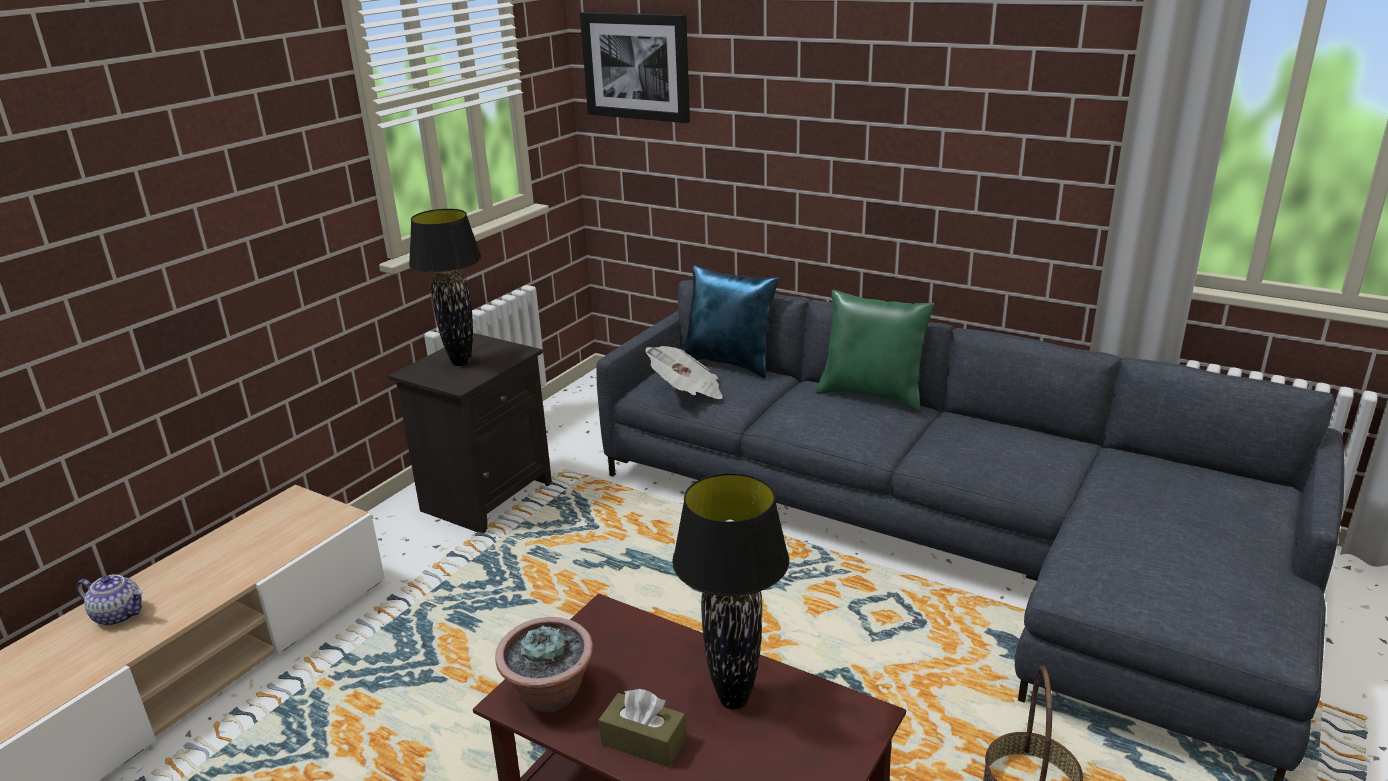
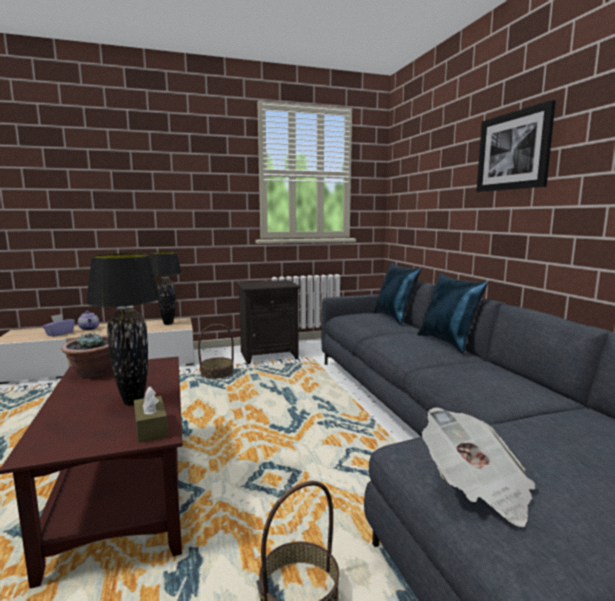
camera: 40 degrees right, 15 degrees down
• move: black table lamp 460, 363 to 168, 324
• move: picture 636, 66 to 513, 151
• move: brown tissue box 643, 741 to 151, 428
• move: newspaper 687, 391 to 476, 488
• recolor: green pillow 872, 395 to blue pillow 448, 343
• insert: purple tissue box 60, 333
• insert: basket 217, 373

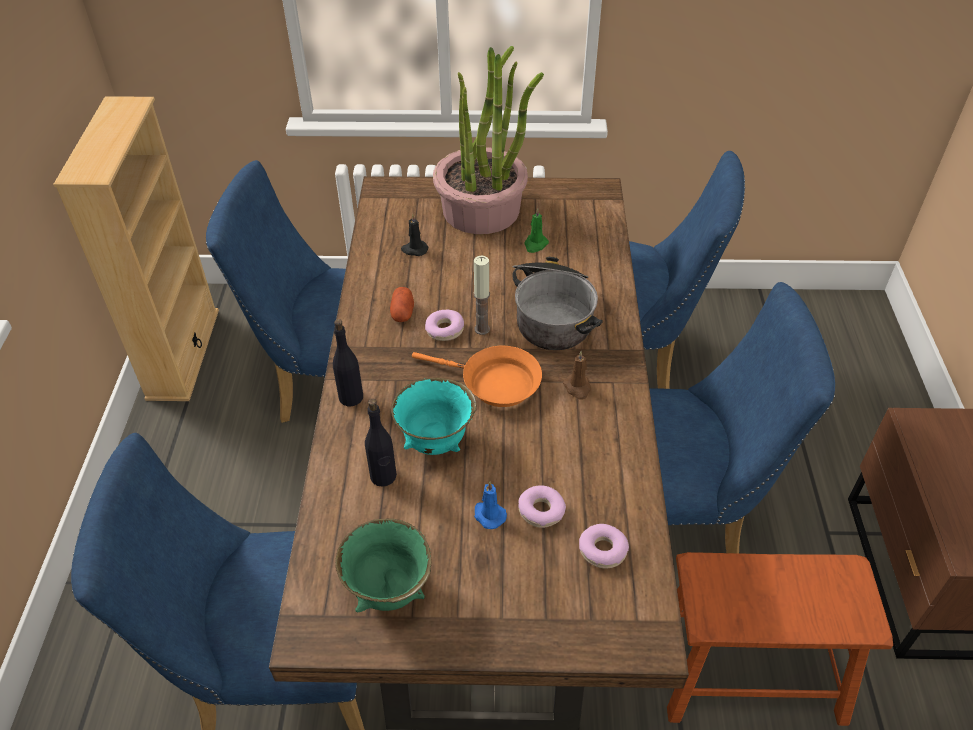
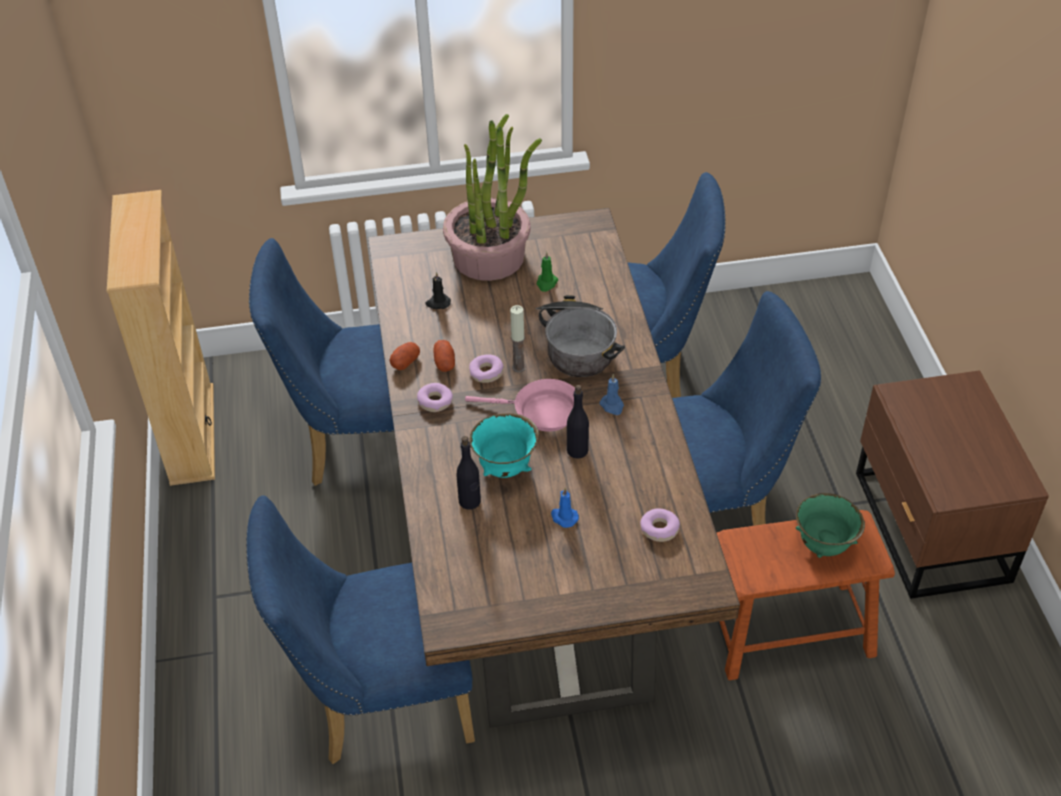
camera: 10 degrees left, 0 degrees up
• move: black bottle 351, 397 to 577, 450
• move: green bowl 388, 592 to 823, 546
• recolor: orange frying pan 494, 383 to pink frying pan 541, 412
• move: donut 541, 511 to 435, 401
• recolor: brown candle 577, 388 to blue candle 612, 406
• insert: potato 405, 362

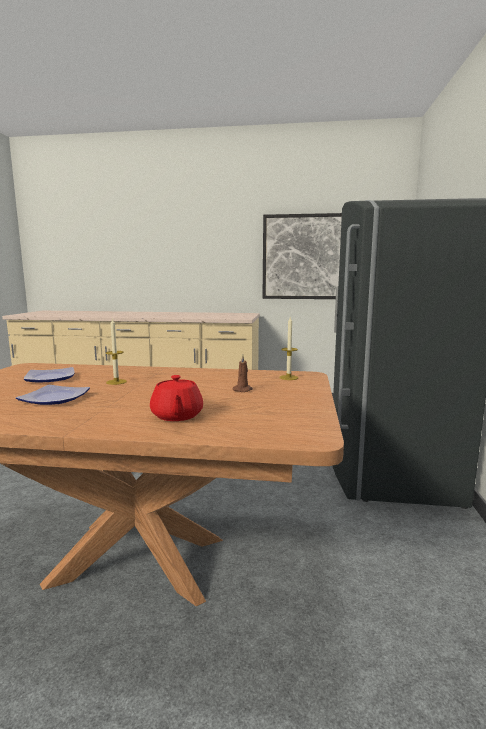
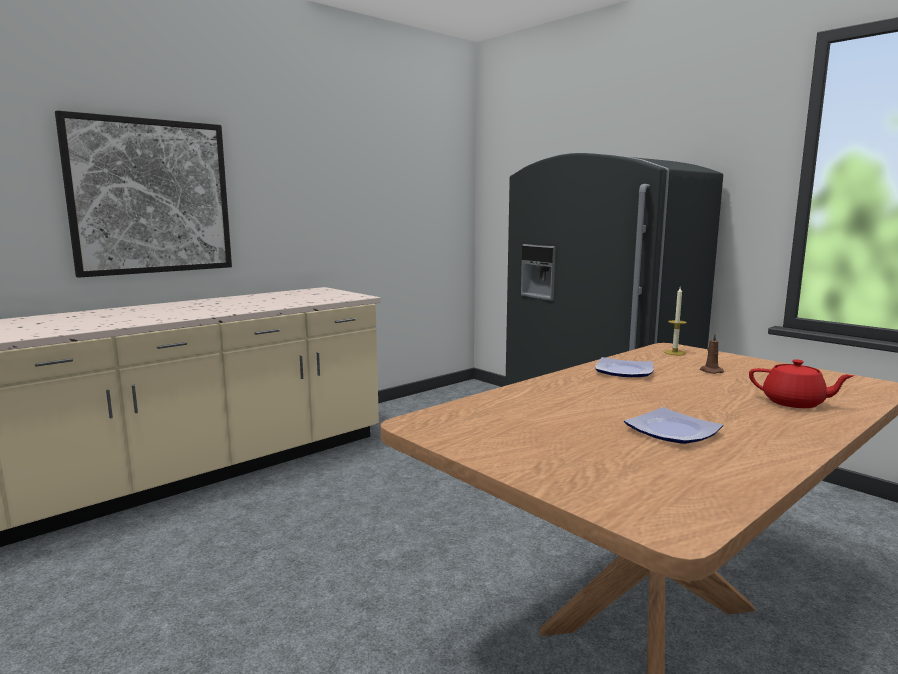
camera: 50 degrees left, 0 degrees up
• move: plate 51, 378 to 625, 371
• delete: candle 116, 382
• move: picture 304, 257 to 151, 197

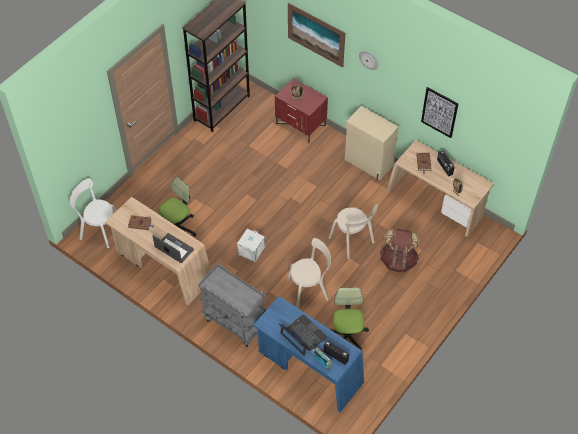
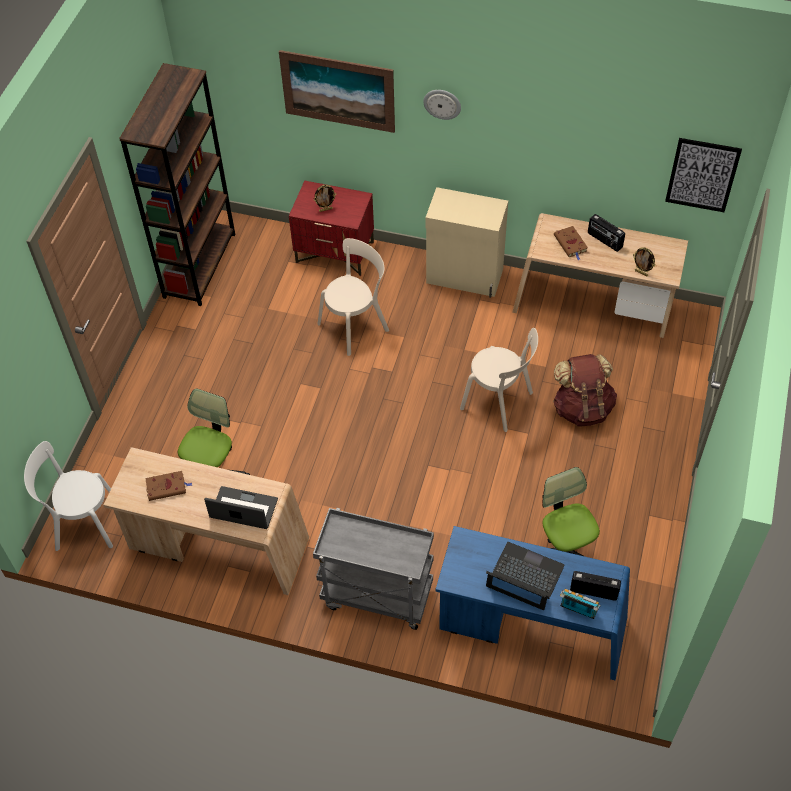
camera: 20 degrees left, 0 degrees up
• delete: white storage box 251, 251
• move: beige chair 309, 289 to 356, 325
• move: picture 439, 112 to 702, 175

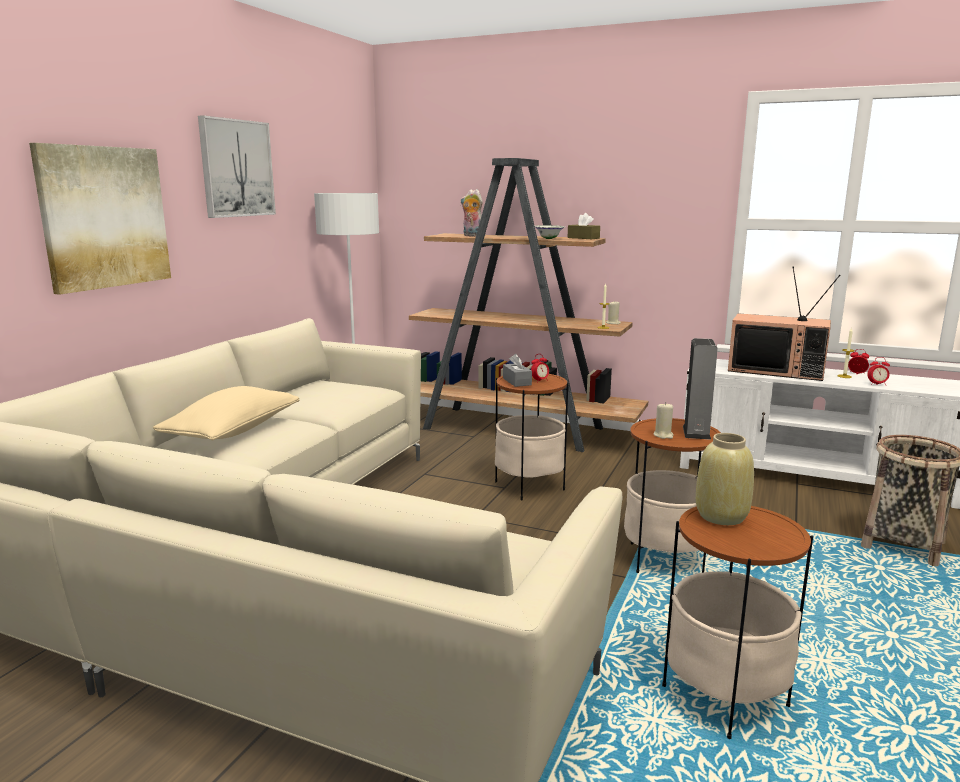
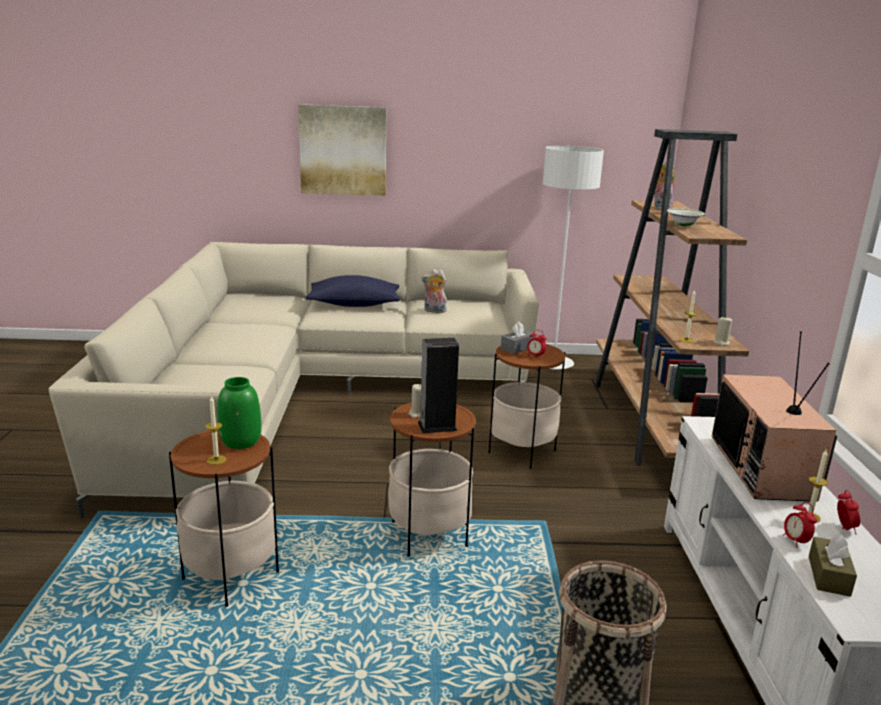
camera: 65 degrees right, 5 degrees up
• recolor: beige pillow 232, 432 to blue pillow 354, 305
• delete: picture 236, 168
• move: brown tissue box 583, 238 to 828, 576
• recolor: beige vase 721, 516 to green vase 241, 441
• insert: candle 216, 460
• insert: plush toy 434, 311

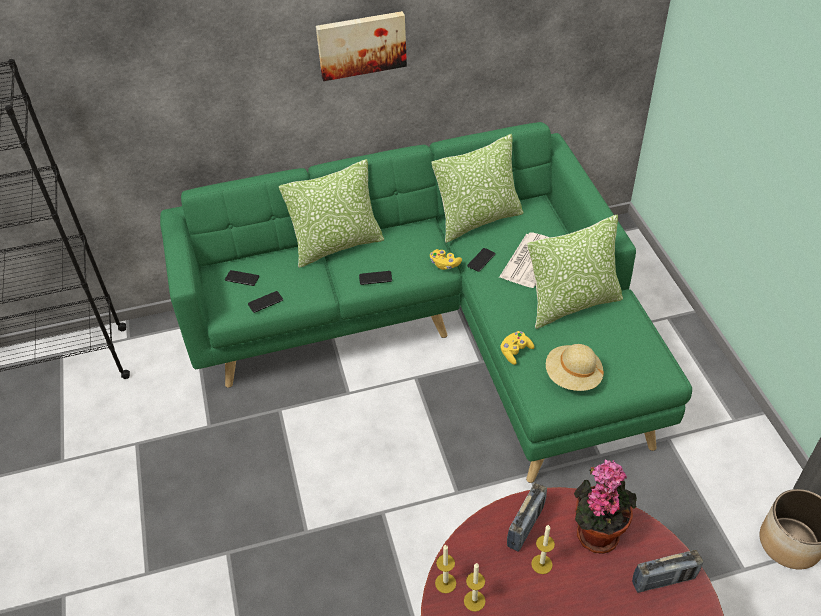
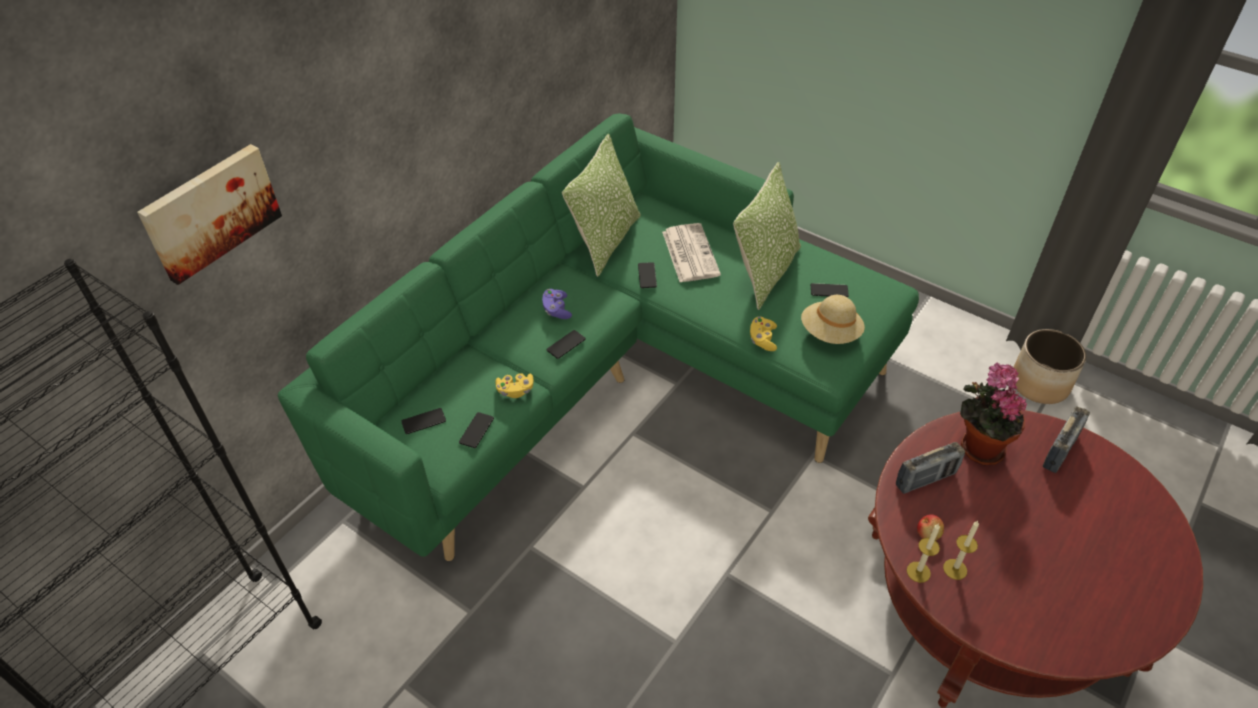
camera: 40 degrees left, 0 degrees up
• delete: pillow 337, 245
• move: picture 361, 44 to 210, 211
• move: yellow game controller 444, 264 to 515, 390
• rotate: radio 525, 526 = 925, 479 75 degrees clockwise
• delete: candle 541, 564
• insert: purple game controller 556, 310
• insert: phone 829, 291
• insert: apple 928, 533

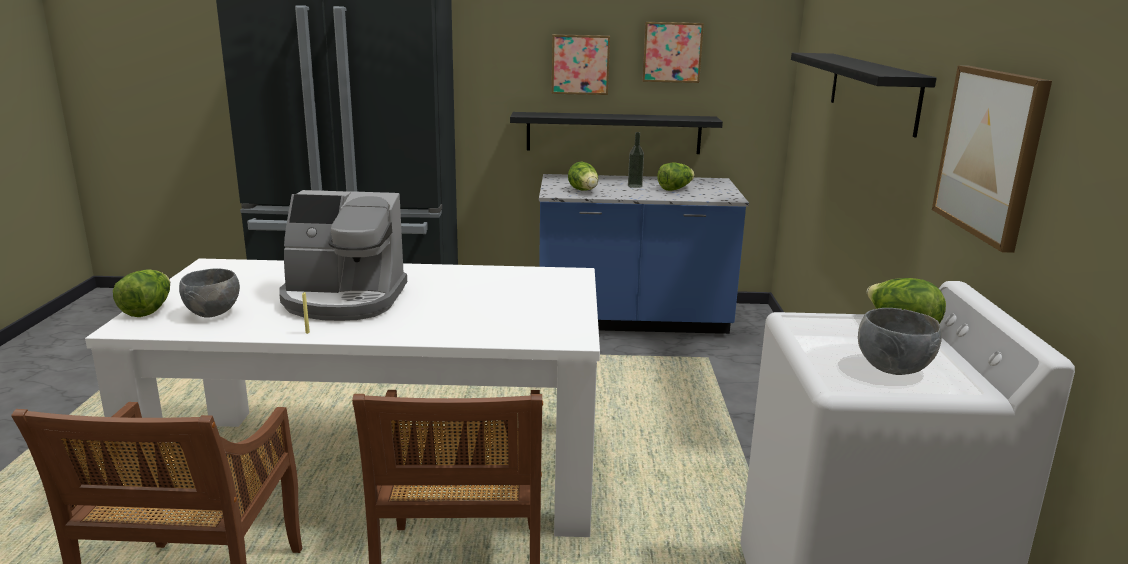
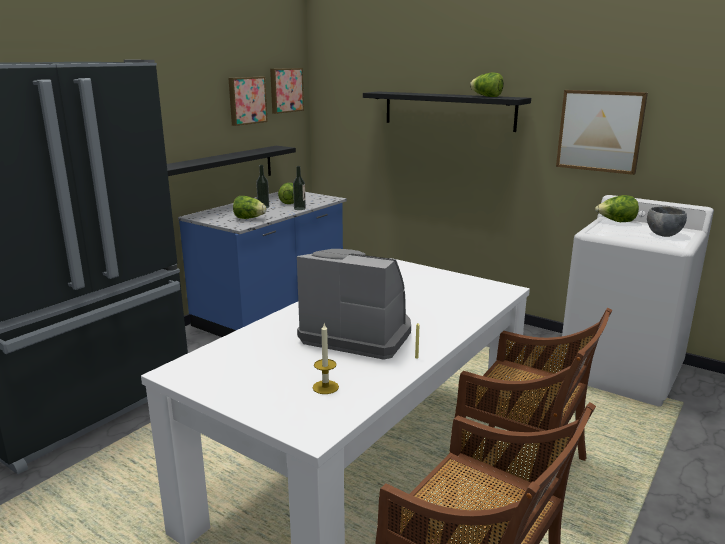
camera: 55 degrees left, 0 degrees up
• move: lettuce 148, 310 to 486, 96
• replace: grey bowl 213, 313 to candle 325, 387
• rotate: coffee machine 343, 300 = 357, 334 105 degrees counterclockwise
• move: picture 580, 64 to 285, 90
• insert: bottle 299, 208

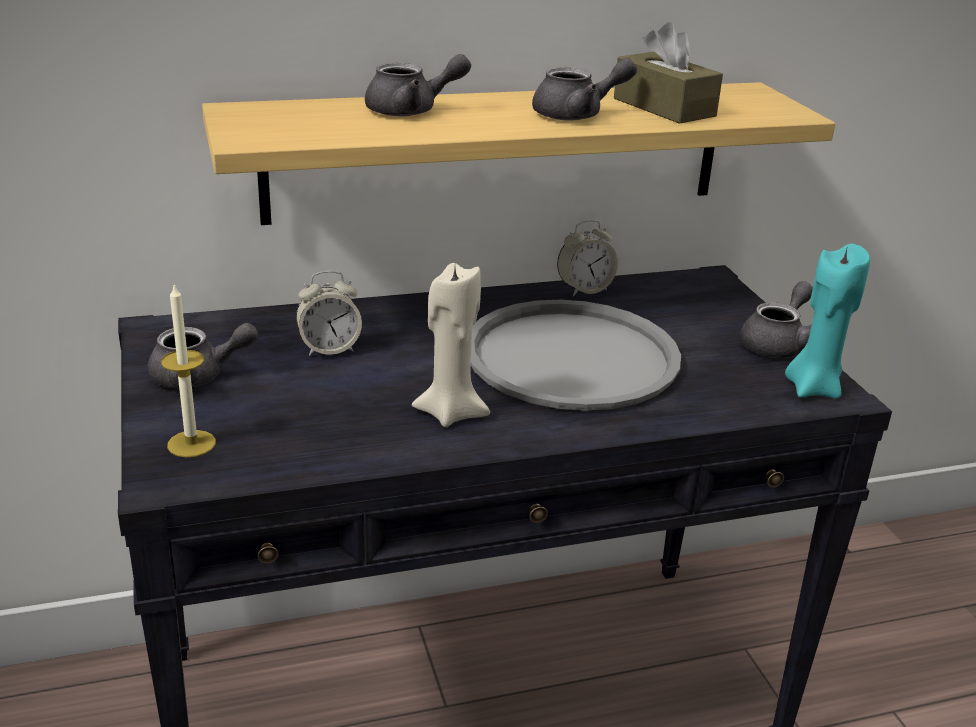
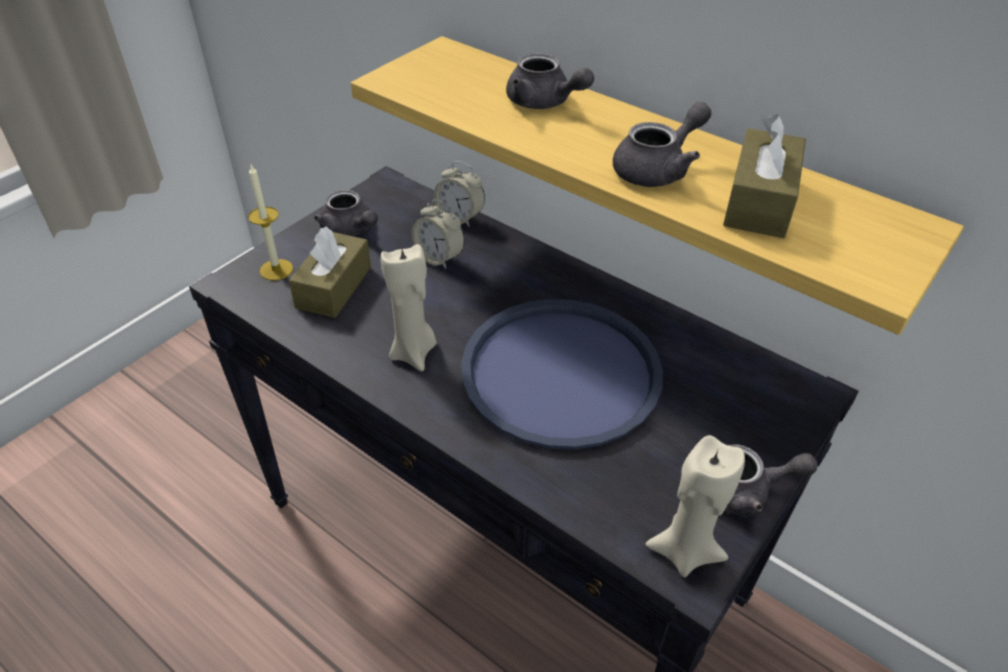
camera: 55 degrees right, 15 degrees up
• recolor: grey tray 571, 357 to blue tray 561, 373
• rotate: grey teapot 577, 114 = 658, 169 75 degrees counterclockwise
• move: alarm clock 584, 289 to 460, 218
• recolor: turquoise candle 813, 388 to beige candle 684, 550
• insert: brown tissue box 334, 287

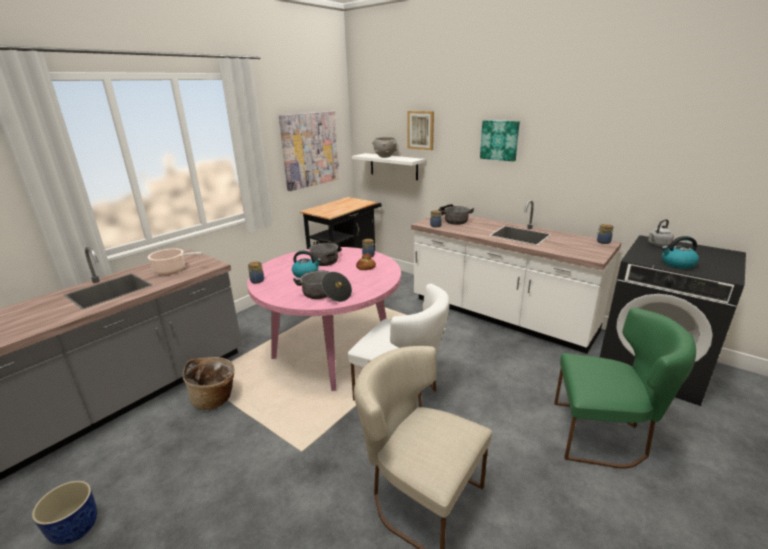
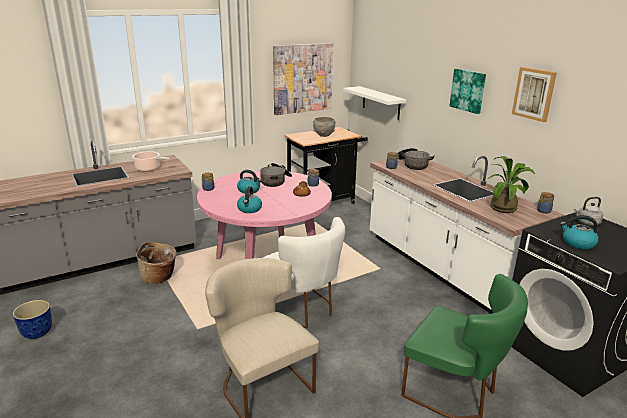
camera: 20 degrees right, 0 degrees up
• replace: cooking pot 325, 294 to kettle 249, 209
• move: grey bowl 385, 157 to 324, 135
• move: picture 421, 130 to 534, 94
• insert: potted plant 505, 208

